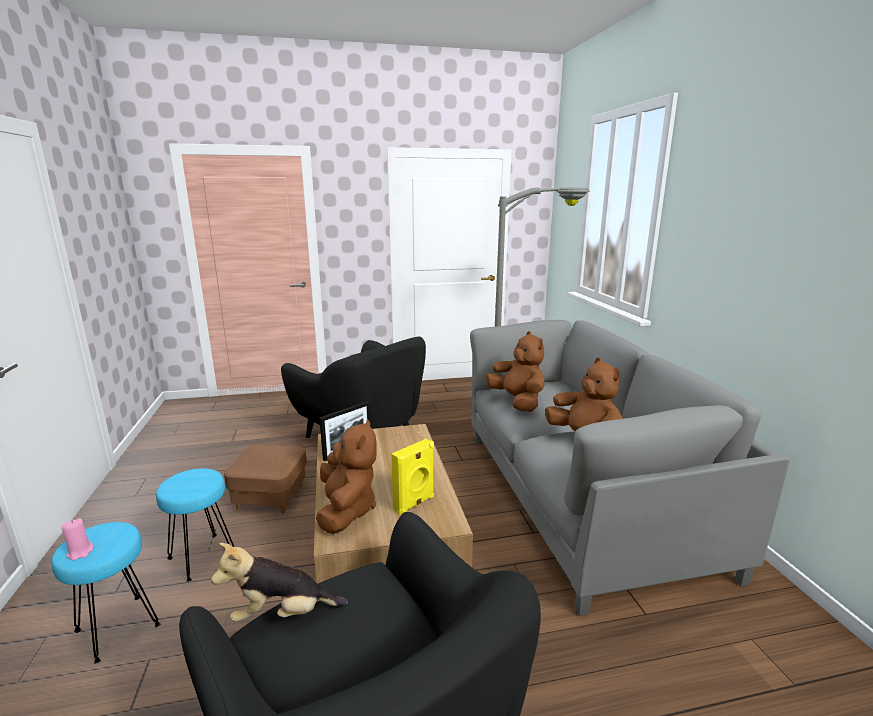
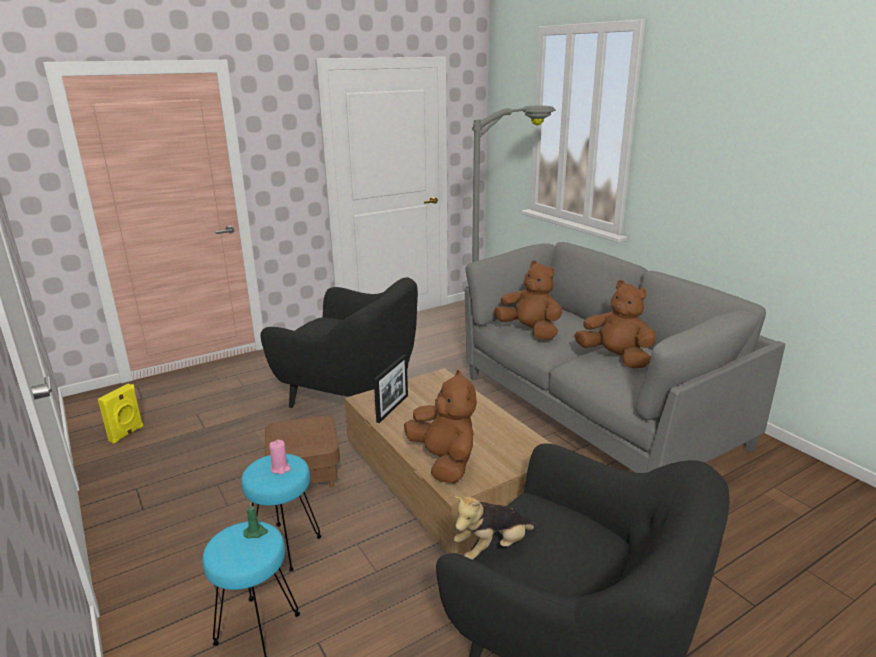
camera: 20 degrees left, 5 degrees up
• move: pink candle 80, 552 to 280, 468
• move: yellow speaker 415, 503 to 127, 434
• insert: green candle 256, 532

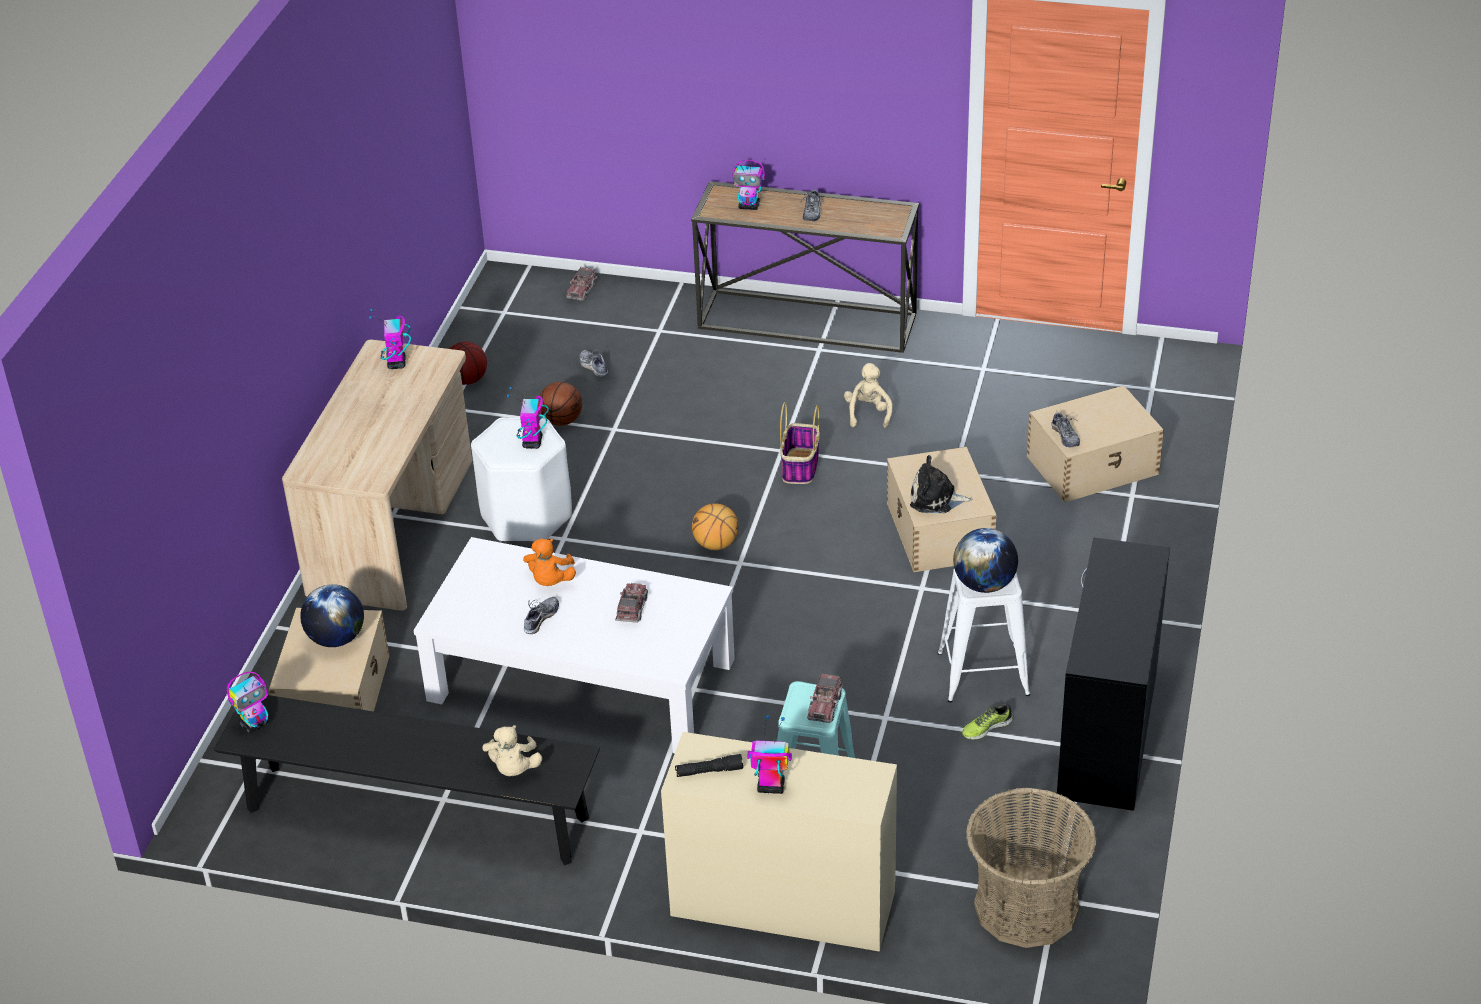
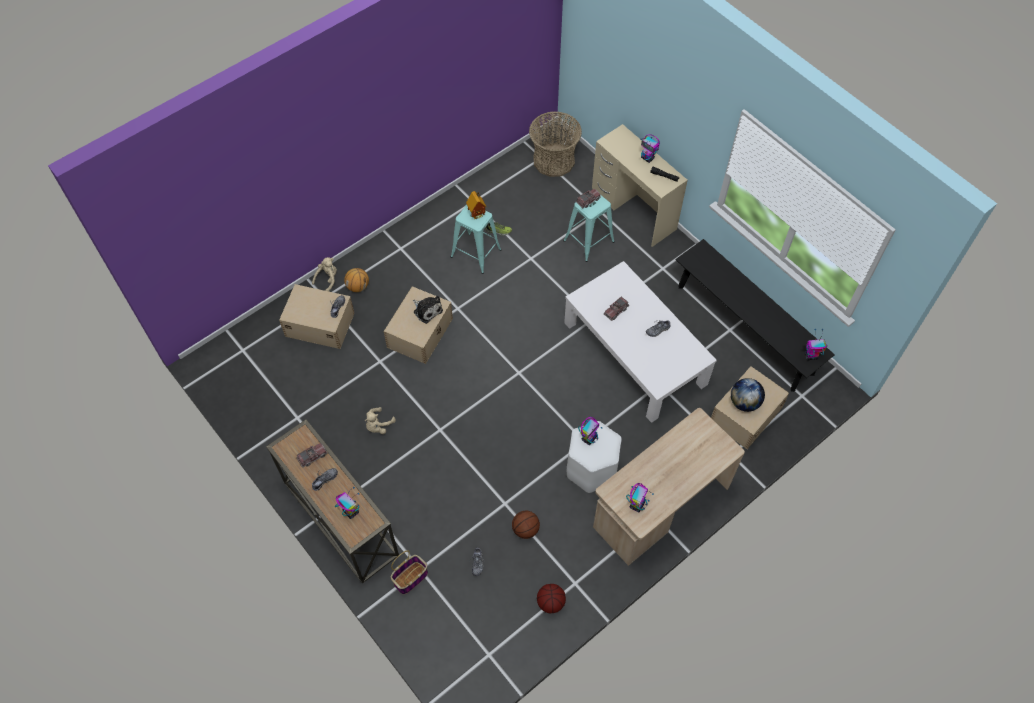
camera: 145 degrees left, 20 degrees up
• move: beige plush toy 513, 768 to 327, 279
• delete: orange plush toy 550, 581
• move: toy truck 582, 290 to 312, 456
• move: basketball 716, 544 to 358, 286
• move: basket 800, 467 to 410, 577
• recolor: white stool 983, 674 to turquoise stool 476, 253
• replace: globe 984, 584 to toy house 477, 214
• delete: black desk 1108, 733

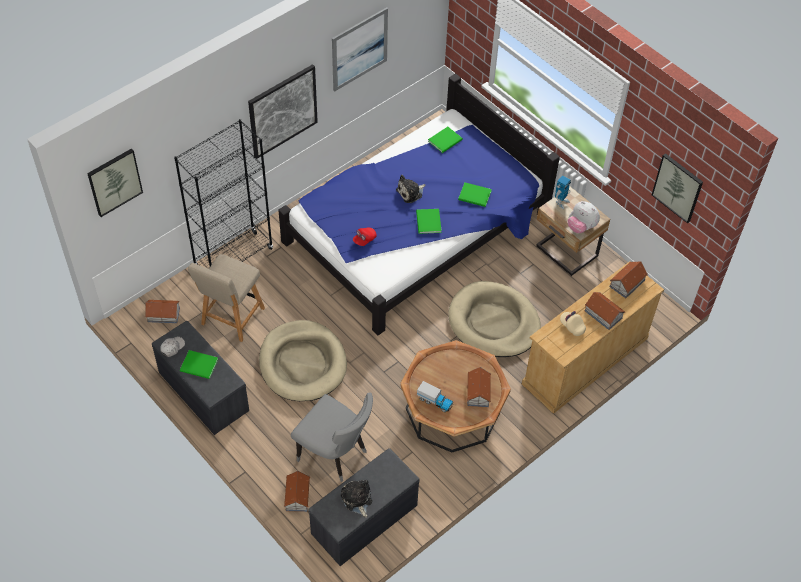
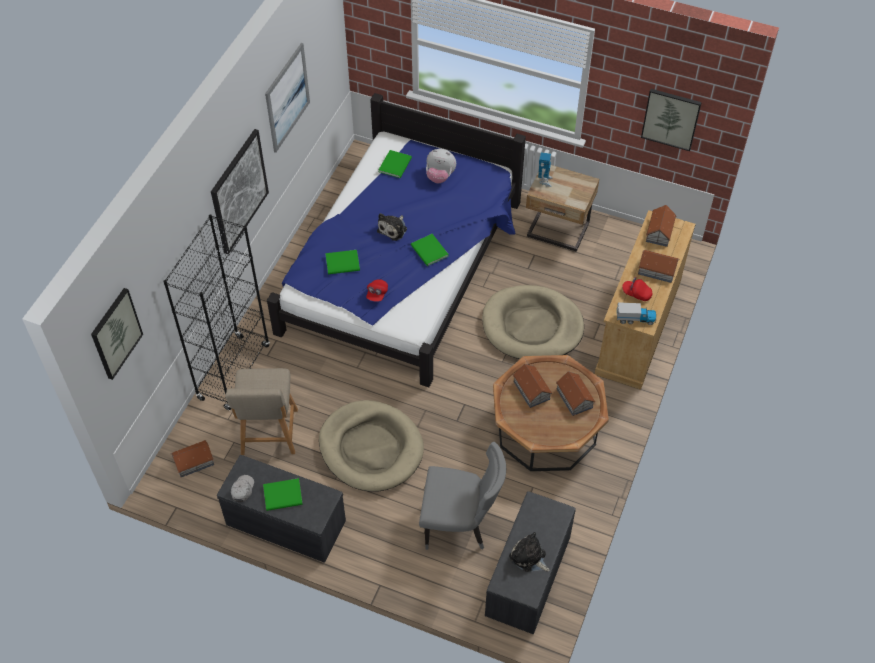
camera: 25 degrees left, 0 degrees up
• move: toy house 297, 496 to 531, 390
• move: toy truck 435, 401 to 635, 319
• move: green book 475, 196 to 343, 263
• recolor: beige cap 572, 326 to red cap 636, 293
• move: plush toy 581, 227 to 440, 176

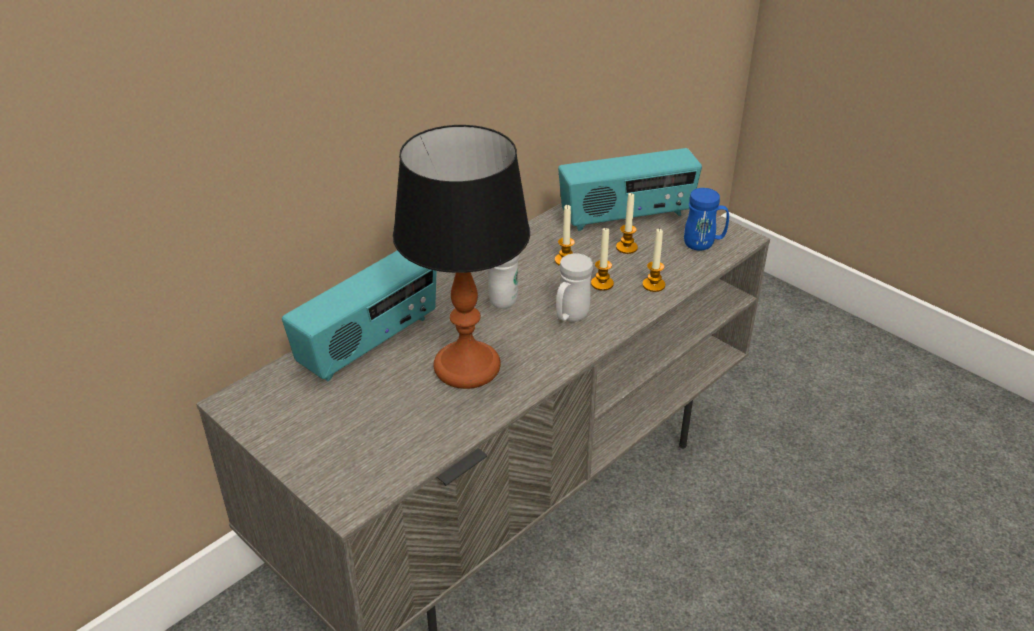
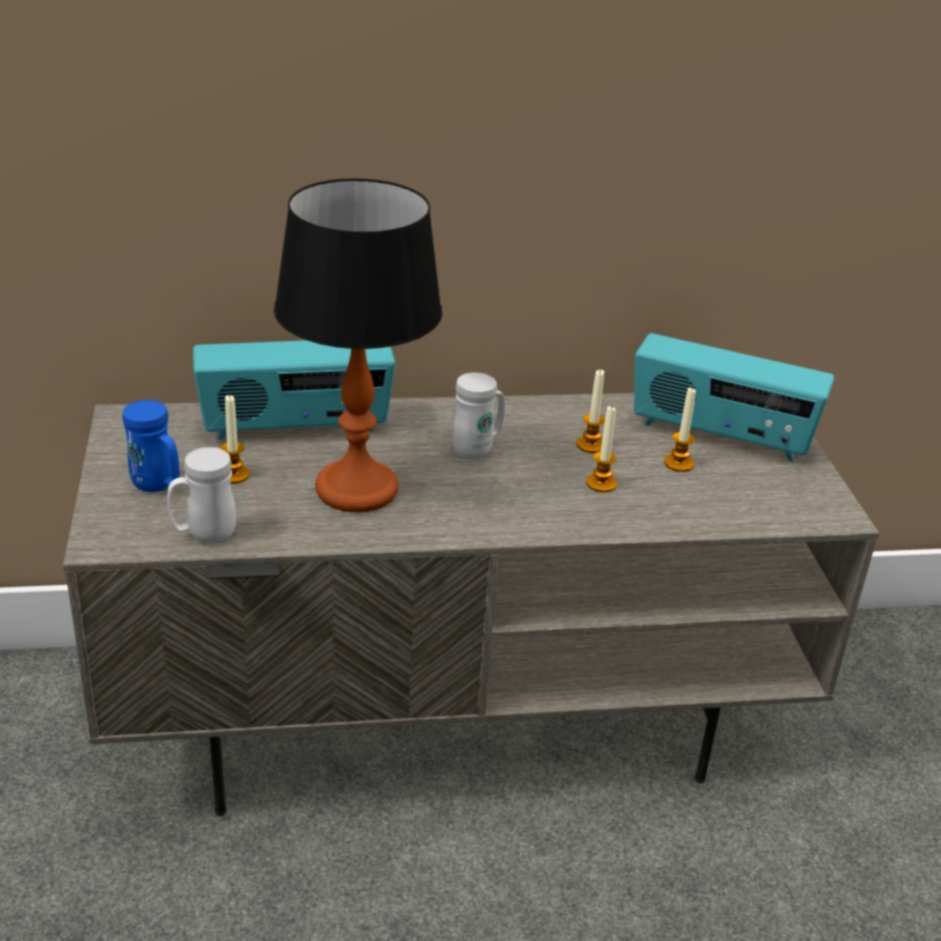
camera: 35 degrees right, 5 degrees down
• move: white mug 570, 317 to 203, 535
• move: candle 653, 285 to 233, 475
• move: blue mug 704, 245 to 157, 486

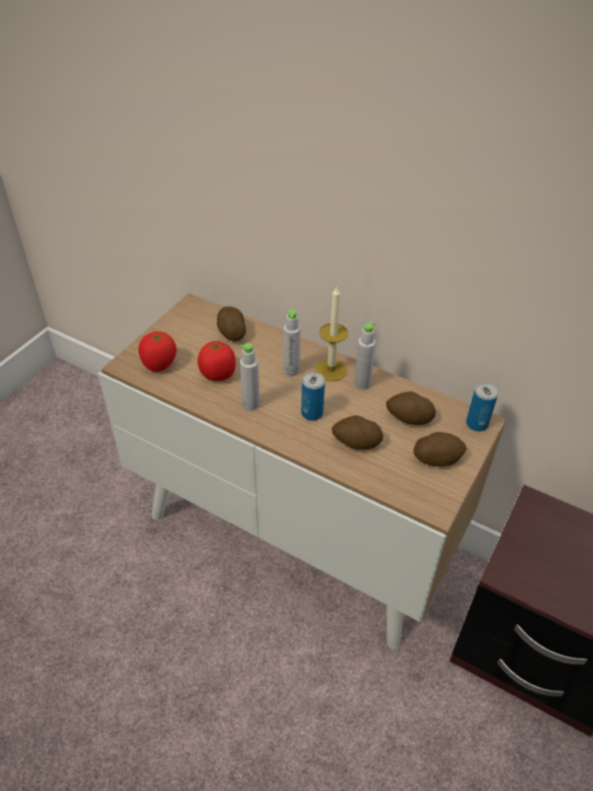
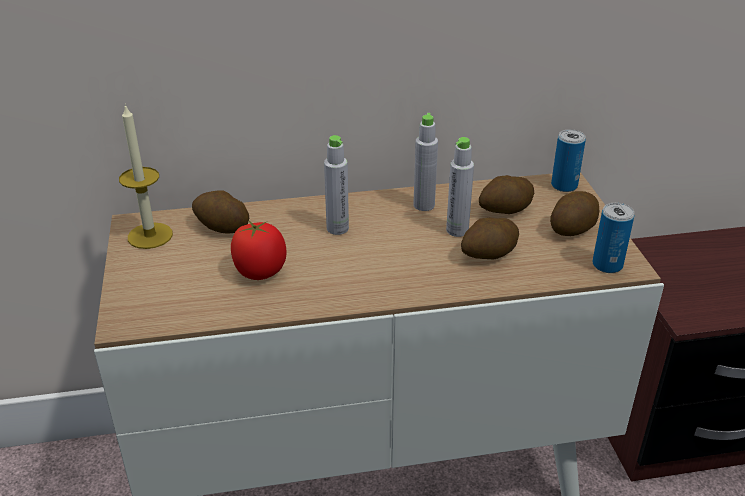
camera: 40 degrees left, 10 degrees down
• delete: tomato 159, 364
• move: grey bottle 251, 404 to 457, 230
• move: can 312, 413 to 607, 265
• move: candle 331, 370 to 150, 236

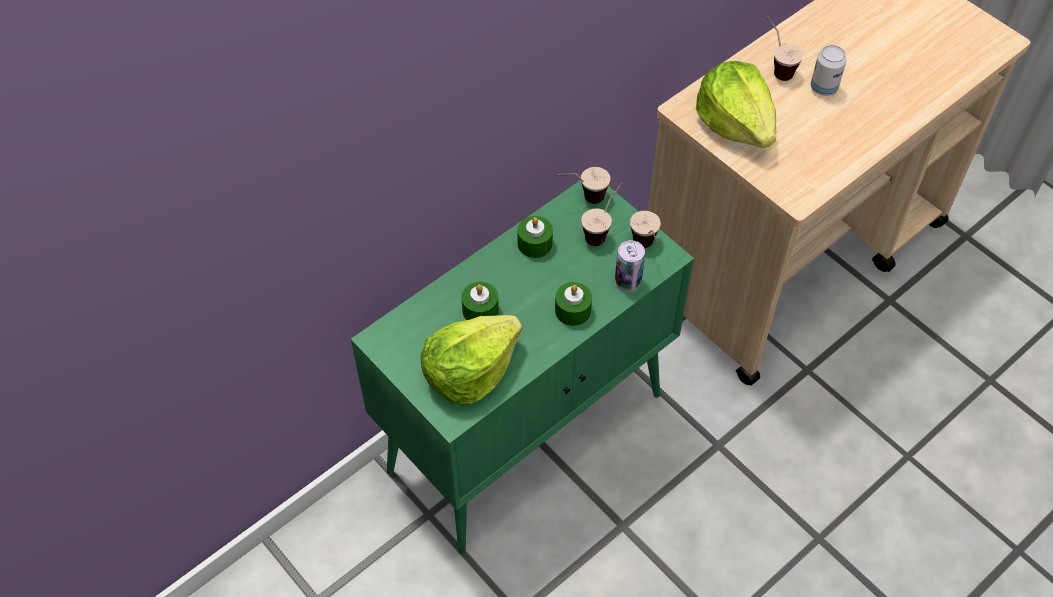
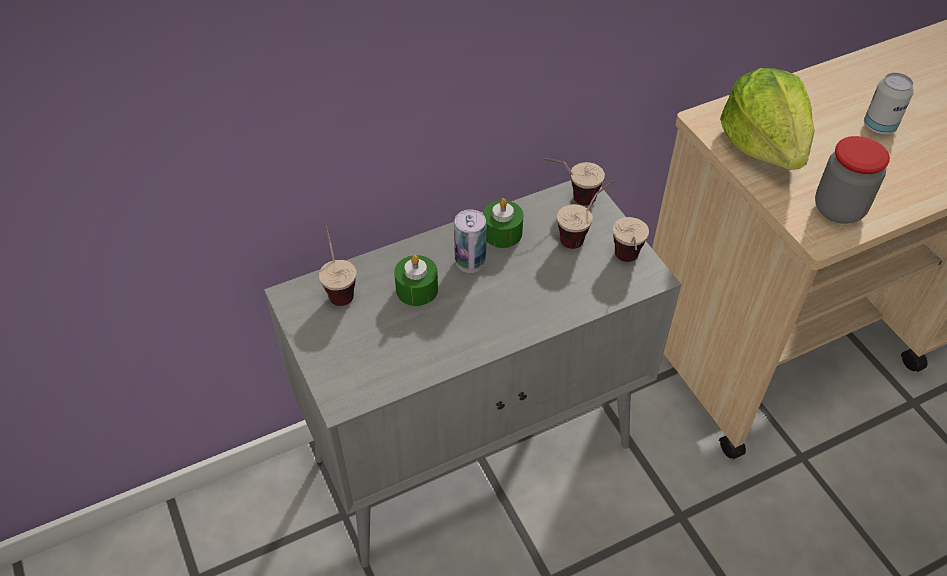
camera: 15 degrees right, 5 degrees down
• recolor: green cabinet 528, 431 to grey cabinet 475, 451
• delete: lettuce 470, 371
• delete: green candle 573, 310
• move: can 628, 281 to 470, 261
• move: cup 776, 67 to 338, 285
• insert: jar 838, 209

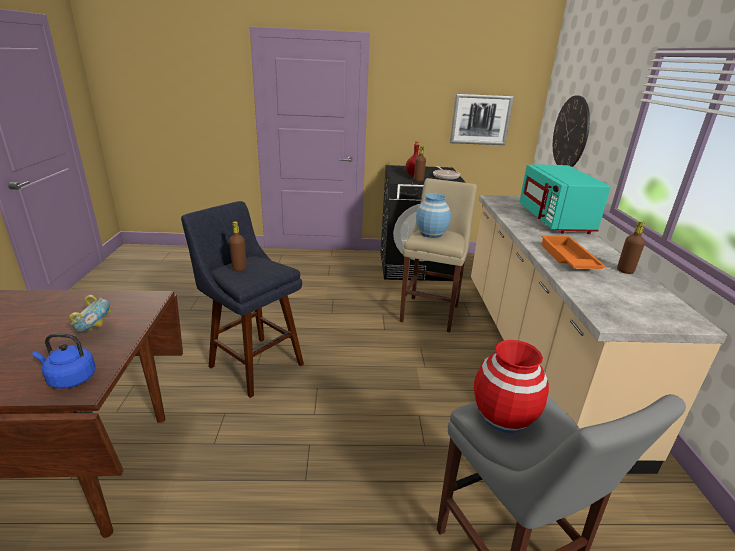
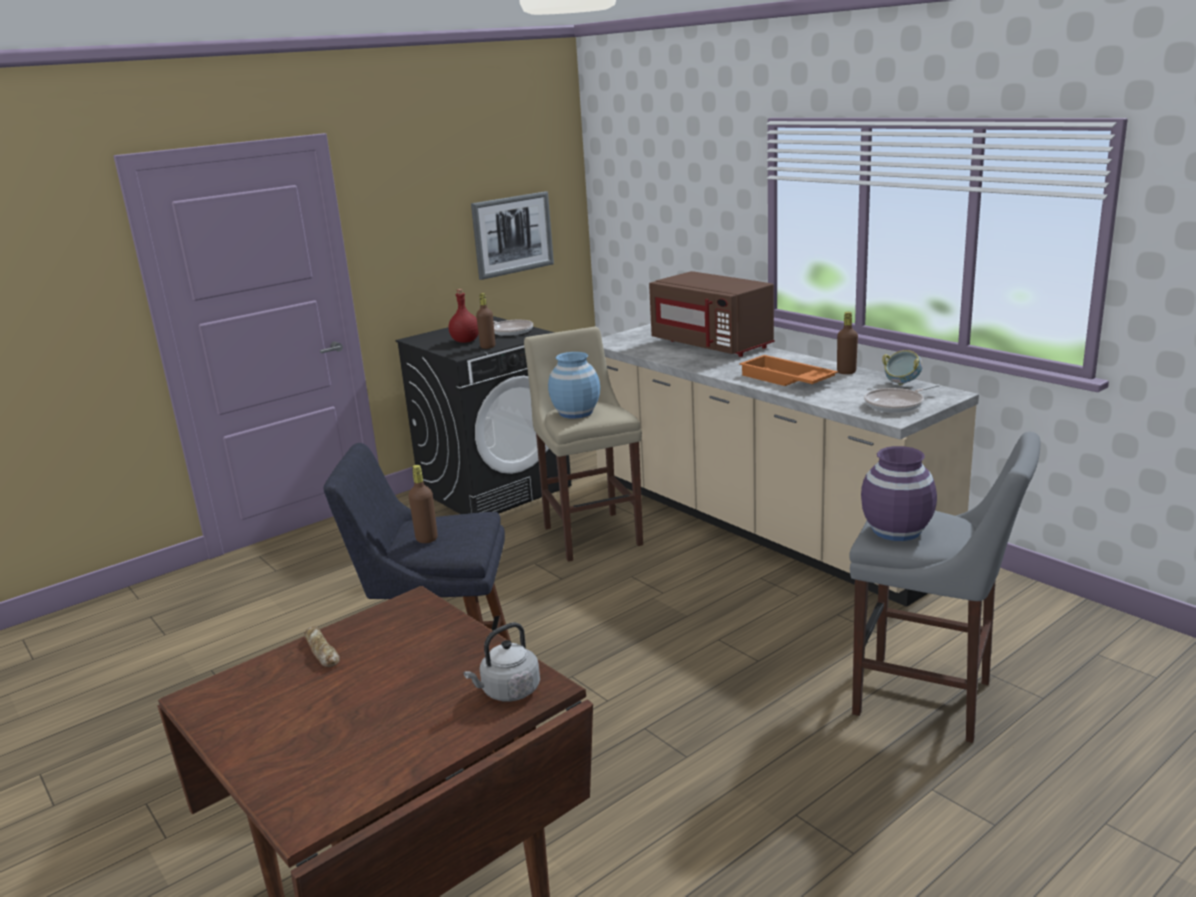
camera: 35 degrees left, 5 degrees down
• recolor: blue kettle 70, 379 to grey kettle 508, 692
• move: bowl 95, 330 to 902, 383
• recolor: red vase 503, 416 to purple vase 896, 530
• recolor: turquoise microwave 555, 220 to brown microwave 712, 345
• delete: wall clock 570, 133
• insert: bread 321, 651
• insert: frying pan 897, 404

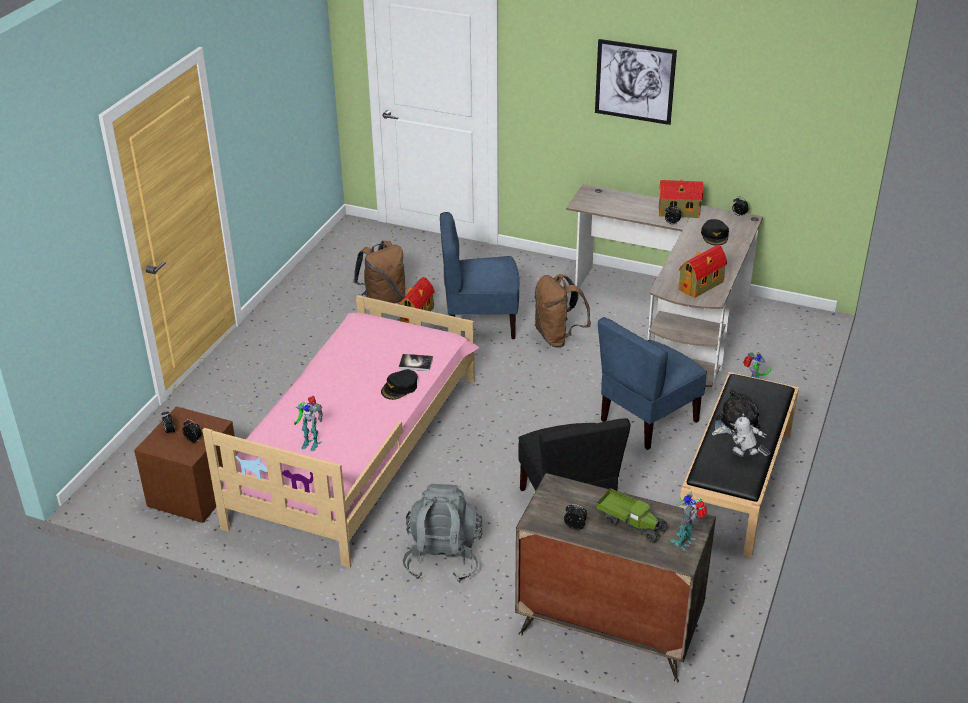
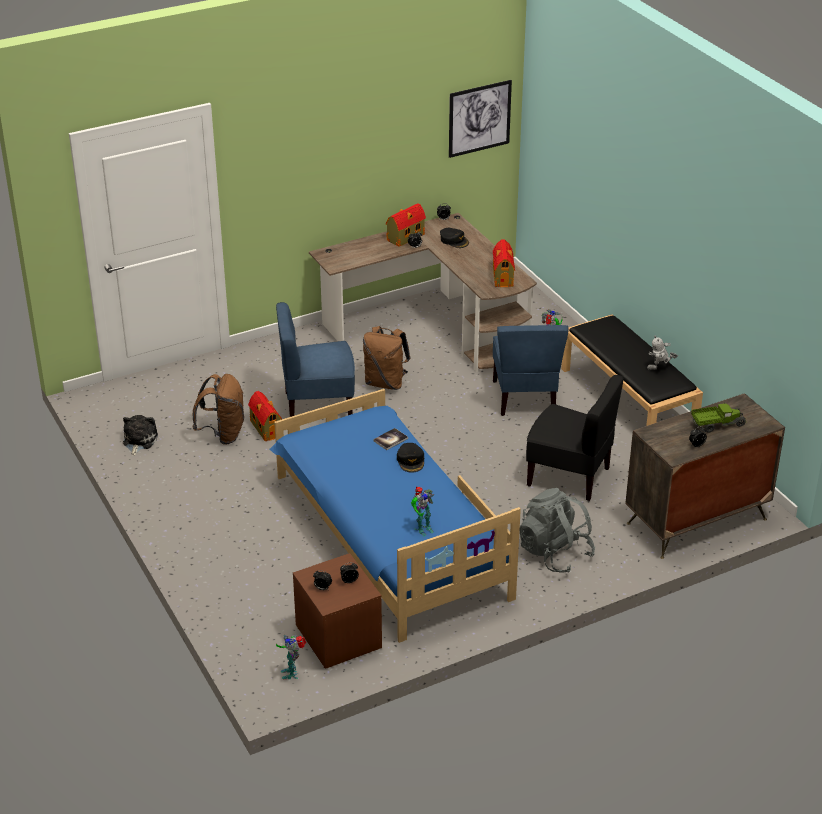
camera: 50 degrees left, 0 degrees up
• recolor: pink bed 356, 448 to blue bed 389, 535
• rotate: blue chair 480, 322 = 318, 405 45 degrees clockwise
• move: picture 635, 81 to 479, 118
• move: toy robot 685, 541 to 292, 672
• move: plush toy 734, 423 to 139, 441

